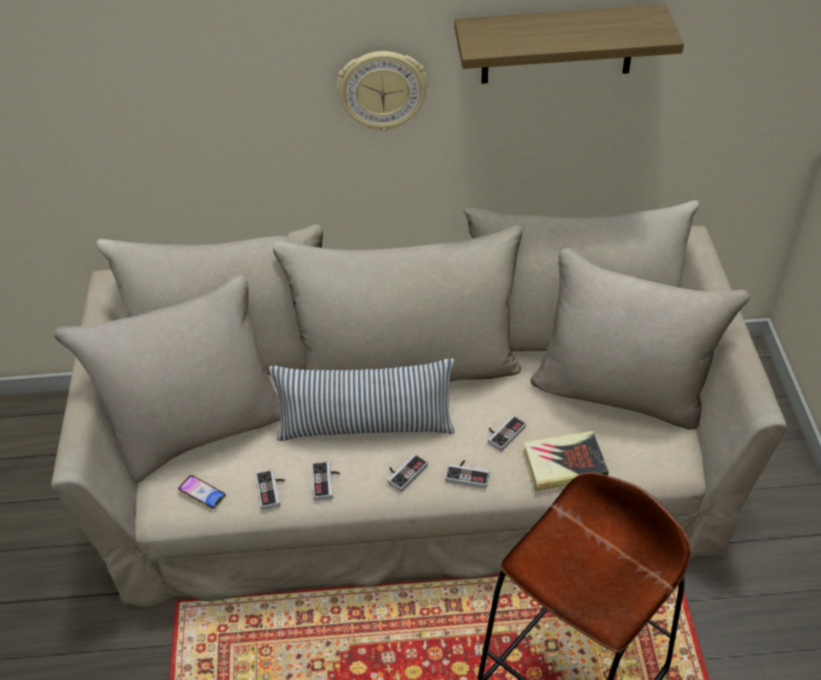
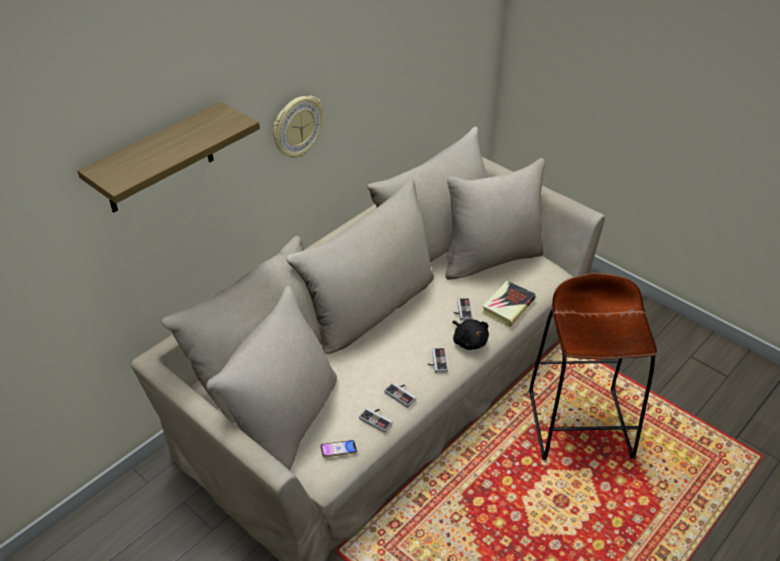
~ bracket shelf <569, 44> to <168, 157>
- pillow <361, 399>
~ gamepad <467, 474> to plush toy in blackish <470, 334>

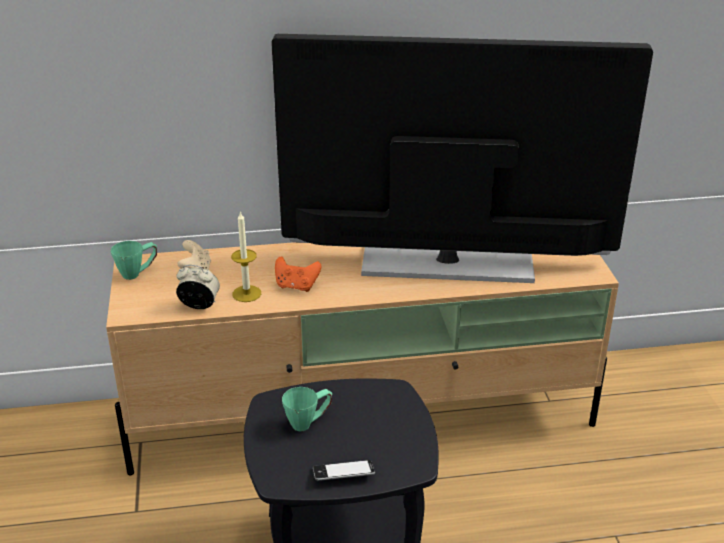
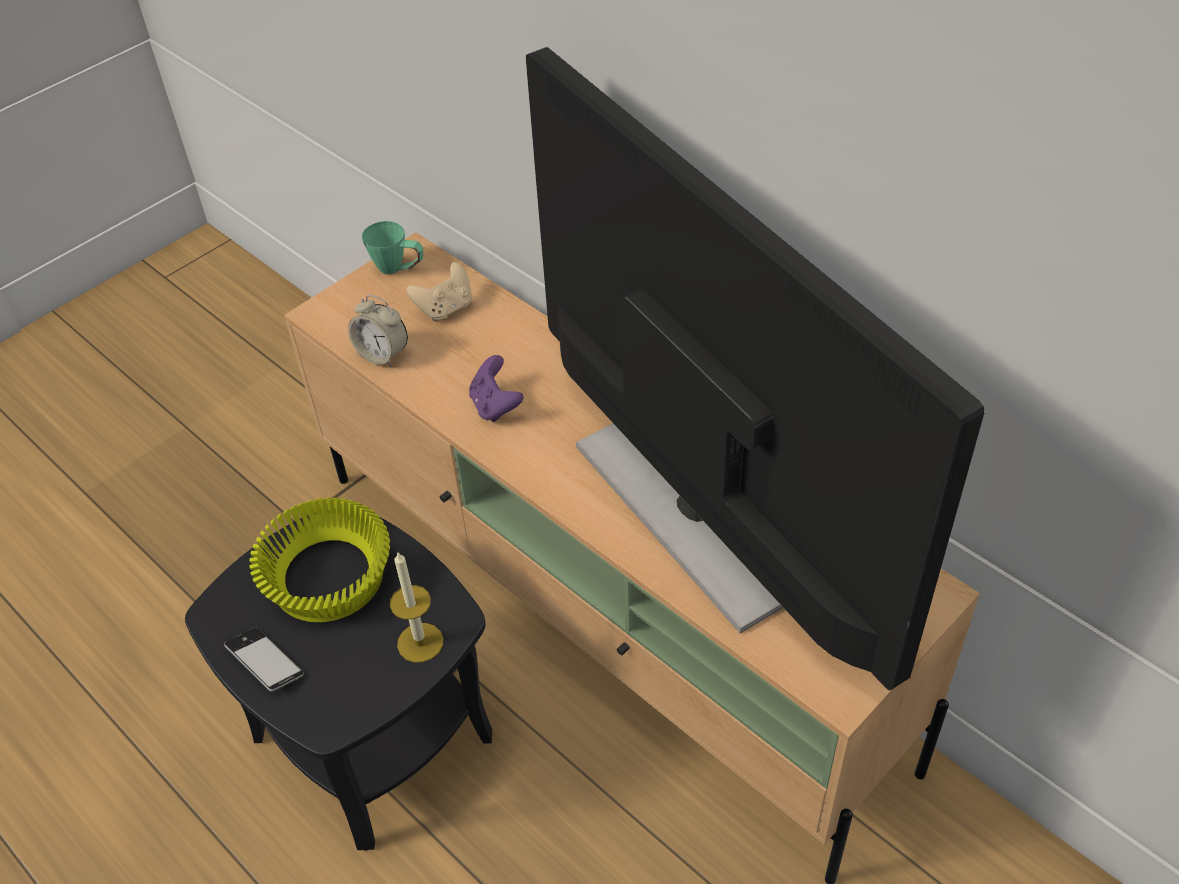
~ candle <246, 256> to <416, 607>
~ gamepad in orange-coloured <298, 274> to gamepad in purplish <496, 388>
~ table clock <198, 287> = <378, 331> 150 degrees clockwise
~ tea mug in green-coloured <307, 409> to deep dish in yellow <319, 560>

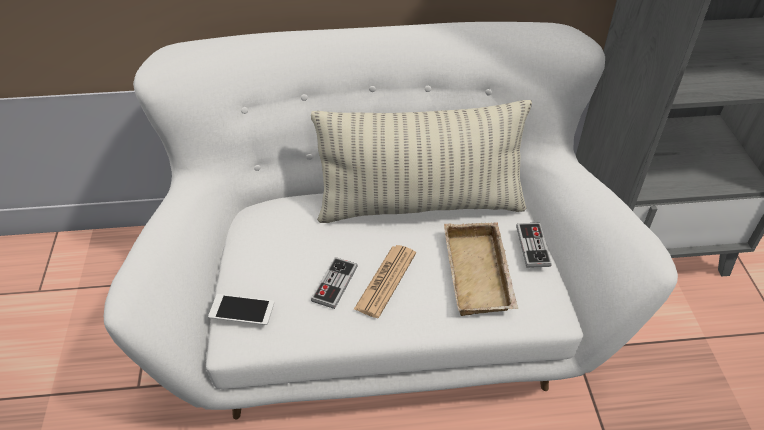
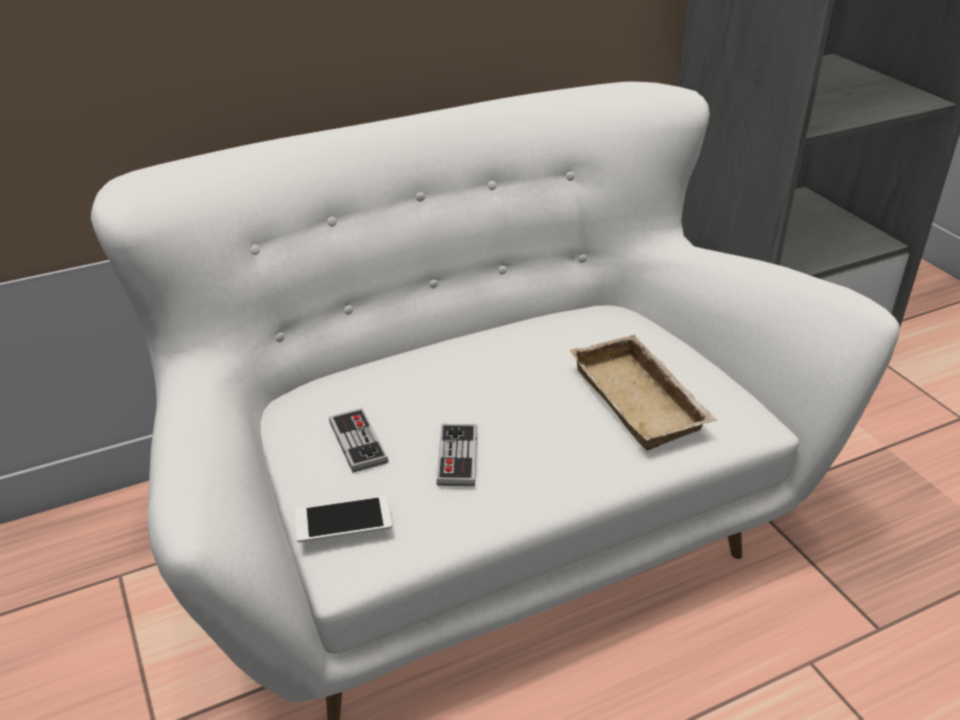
- pillow <421, 161>
~ gamepad <534, 245> to <358, 440>
- newspaper <385, 281>

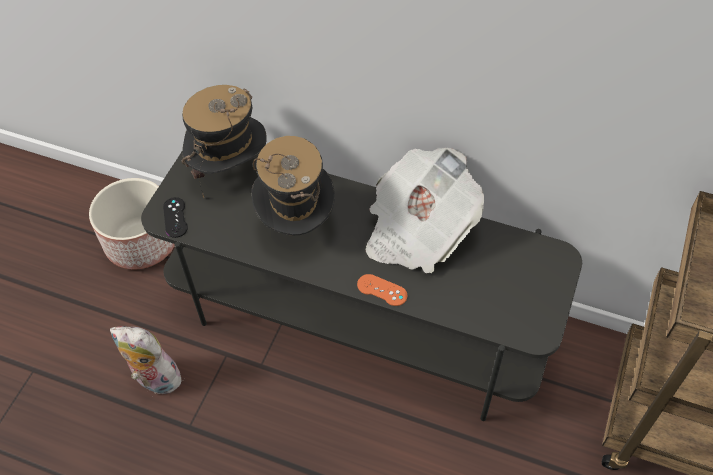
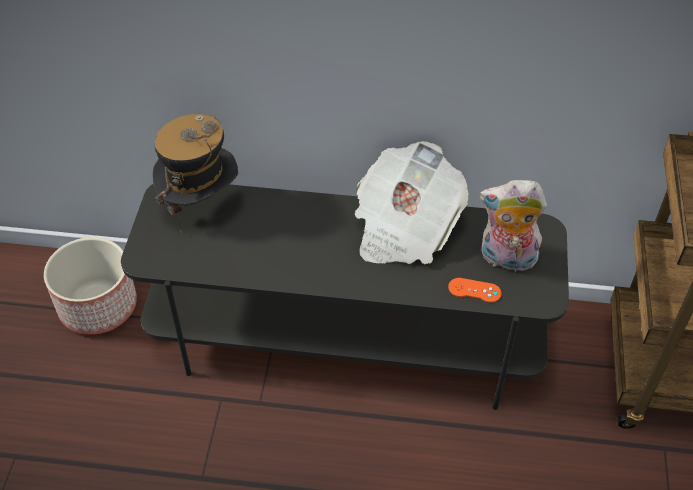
- wearable hat <293, 185>
- gamepad in blackish <175, 217>
~ gamepad in orange-coloured <382, 290> to <475, 290>
~ plush toy <147, 360> to <513, 227>

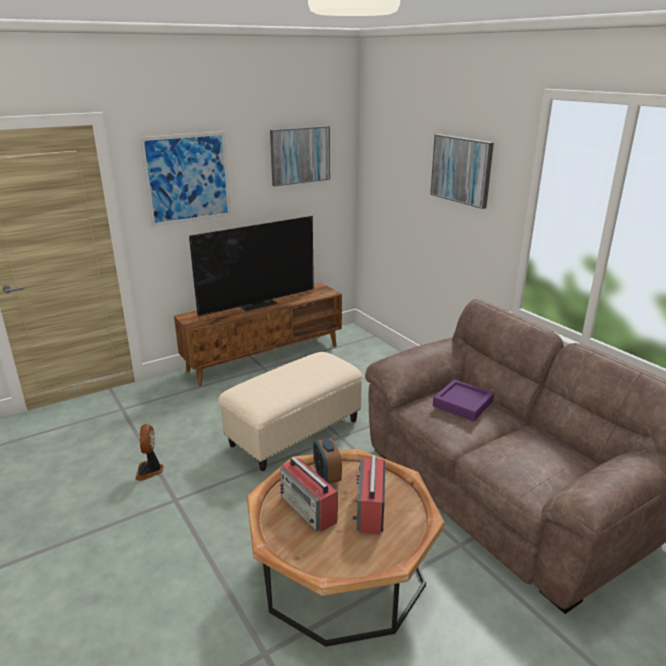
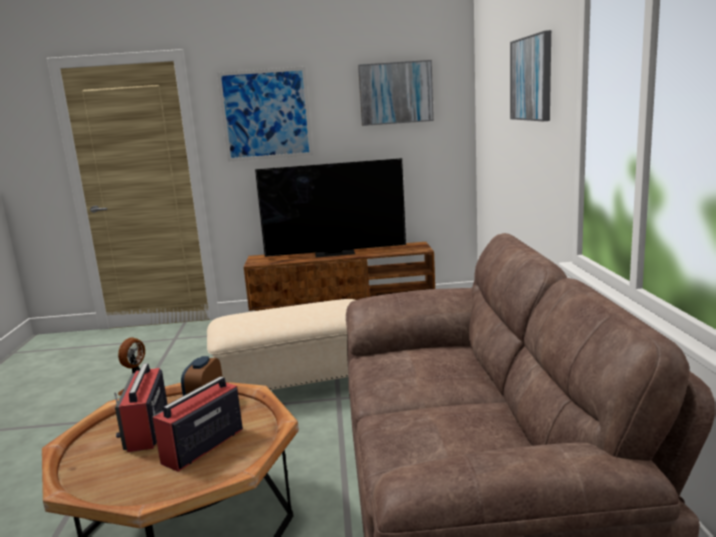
- tray in purplish <463, 400>

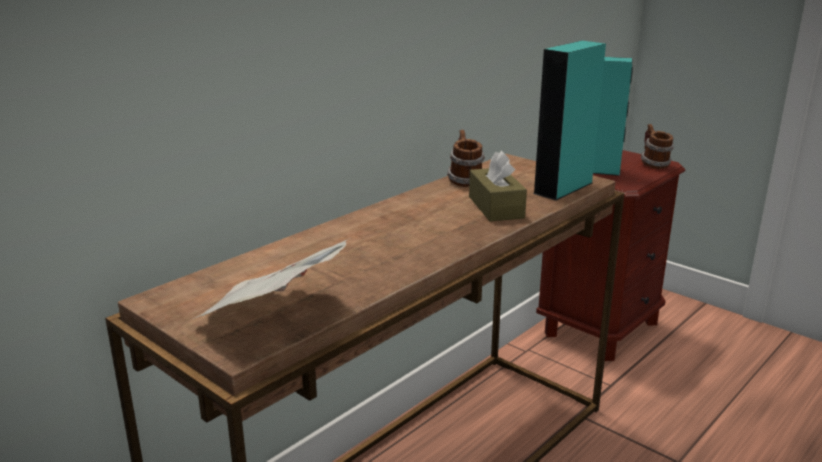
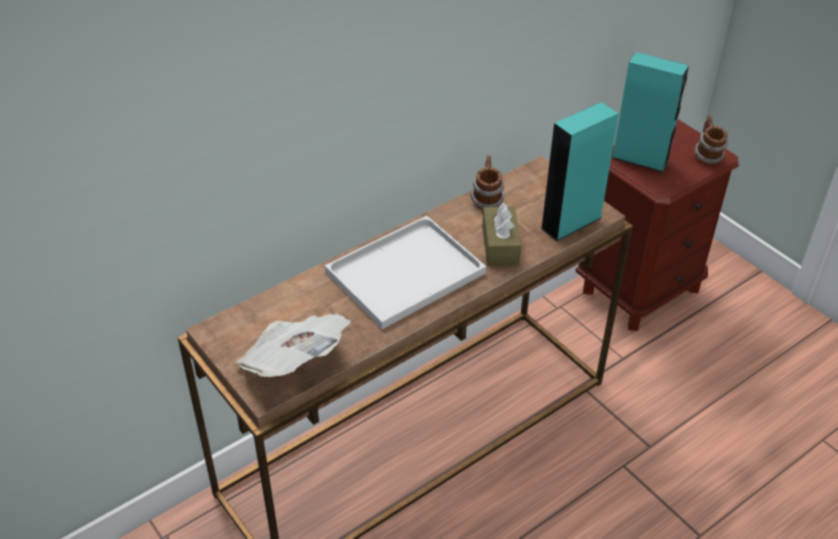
+ tray in whitish <405, 272>

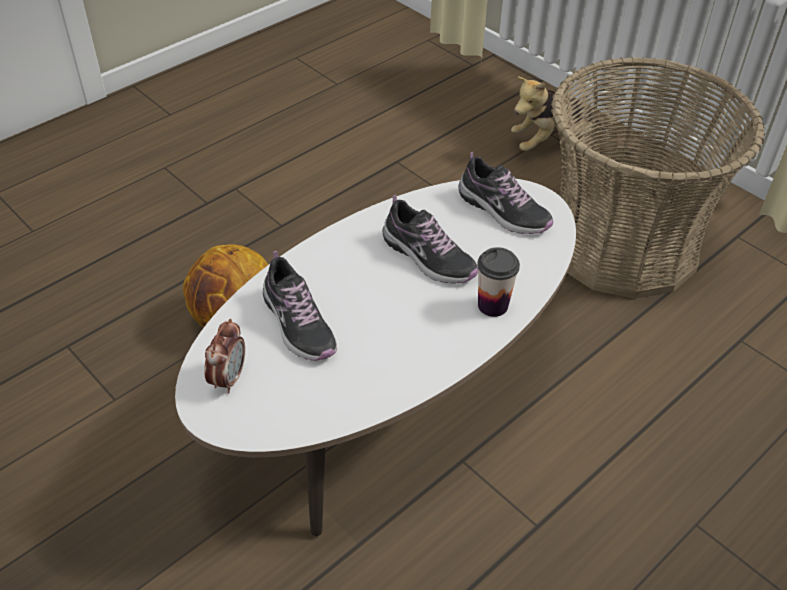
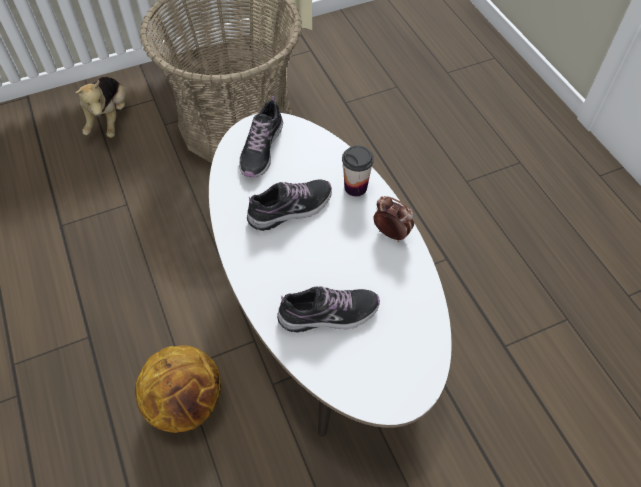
~ item of footwear <505, 193> = <261, 136> 135 degrees clockwise
~ table clock <224, 356> to <393, 219>

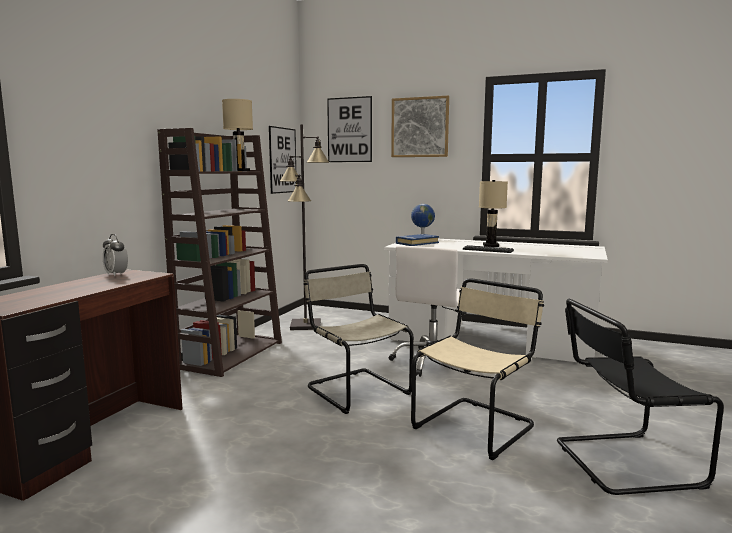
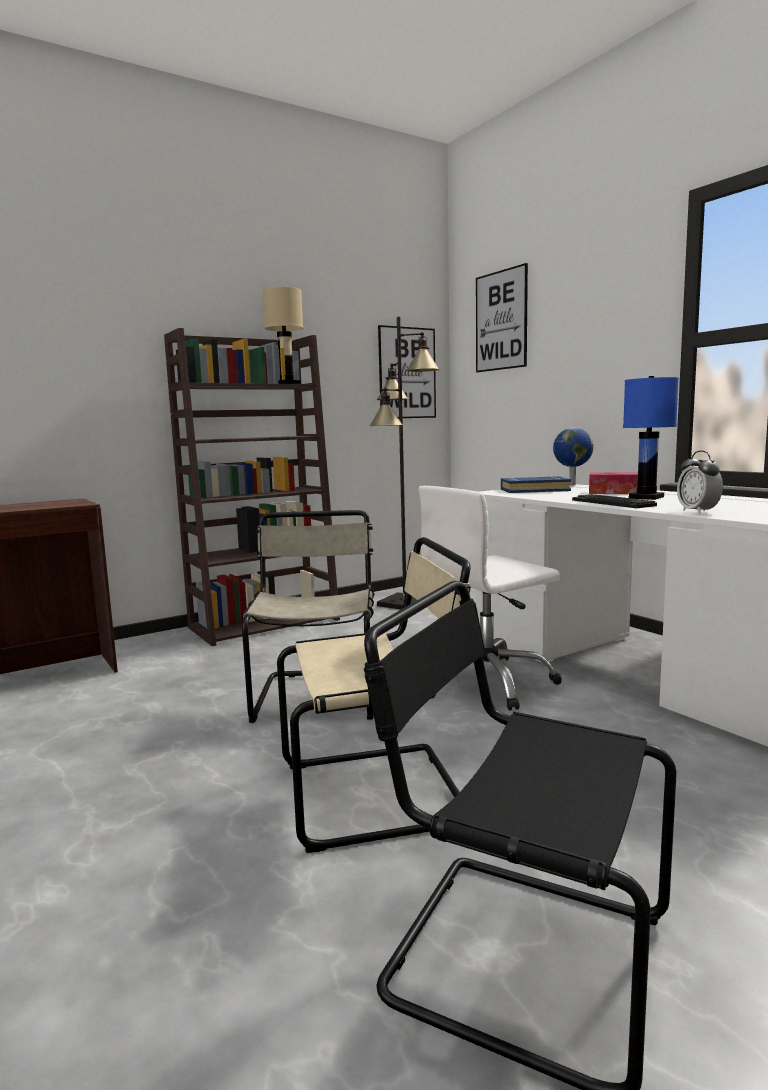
- wall art <420, 126>
~ tabletop lamp in sand-coloured <493, 213> to tabletop lamp in bluish <651, 438>
~ table clock <115, 255> to <700, 482>
+ box of tissues <613, 483>

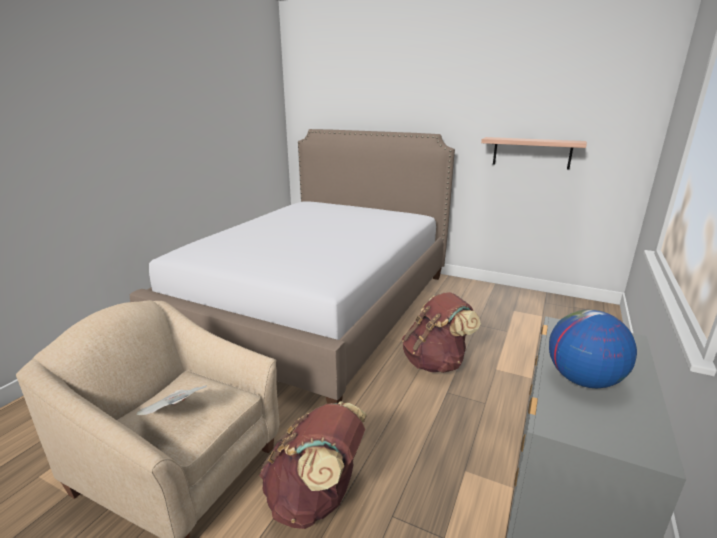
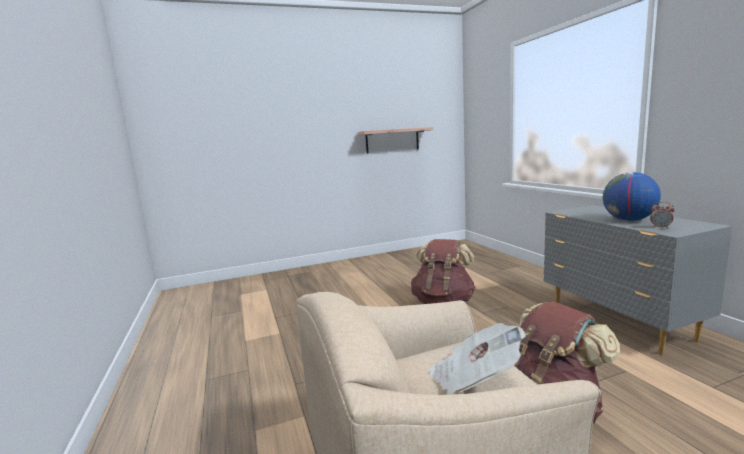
- bedroom bed <292, 266>
+ table clock <662, 215>

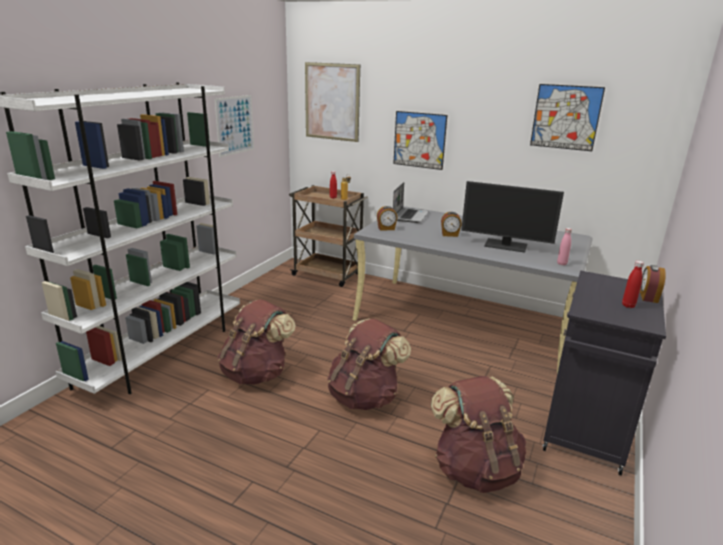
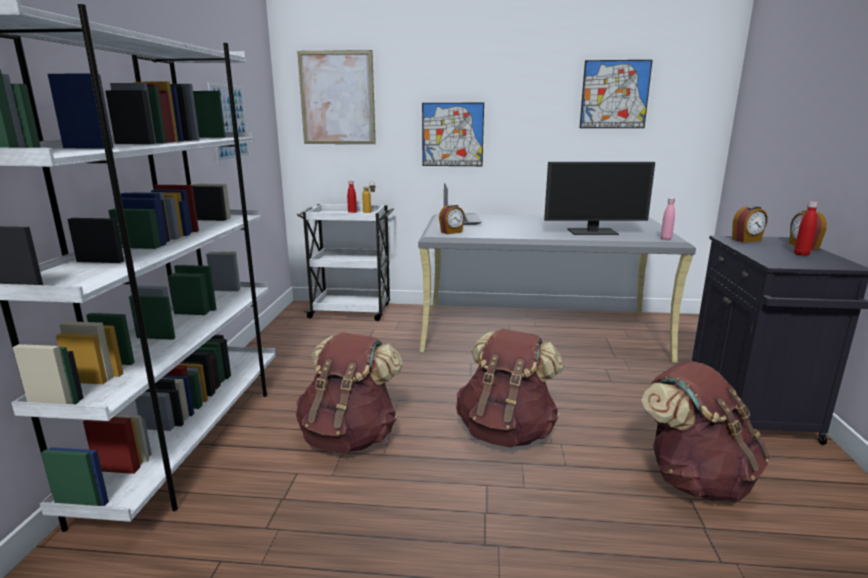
~ trolley in brown <328, 236> to trolley in whitish <345, 262>
~ table clock <451, 224> to <750, 224>

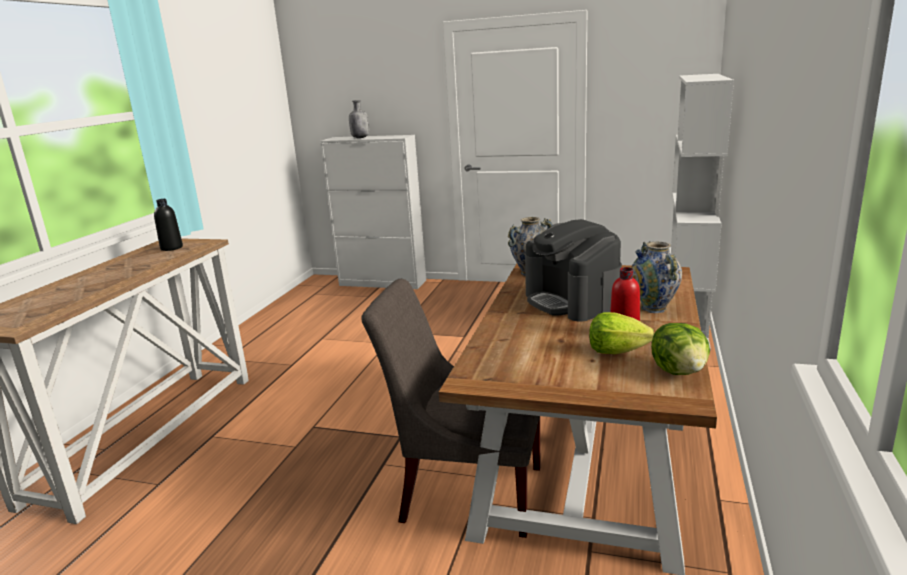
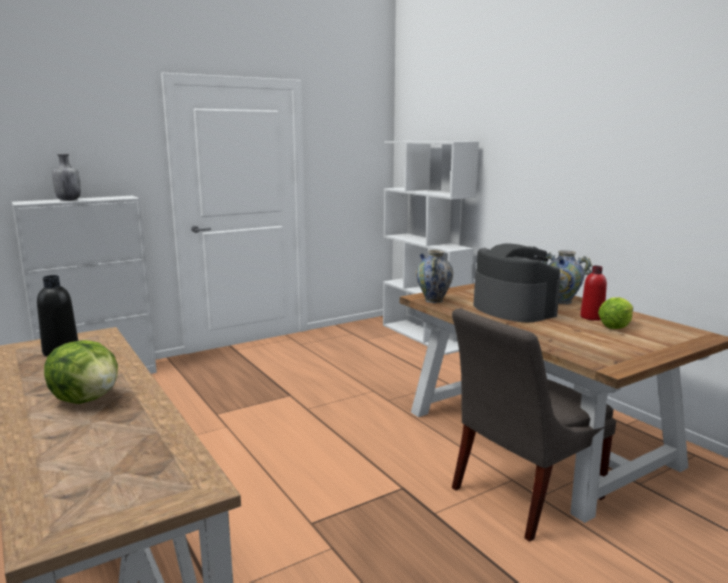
~ coffee brewer <573, 270> = <516, 282> 135 degrees counterclockwise
~ lettuce <680, 349> to <81, 372>

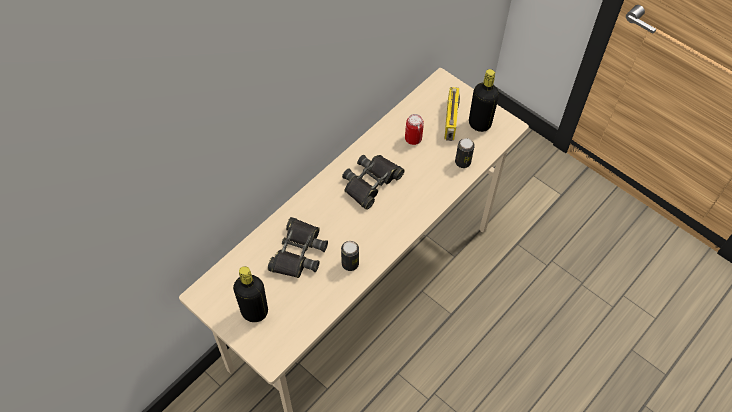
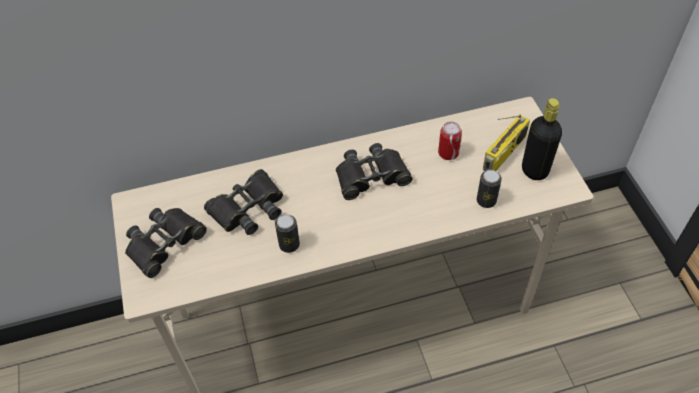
~ drink bottle in blackish <250, 294> to field glasses in blackish <166, 243>

